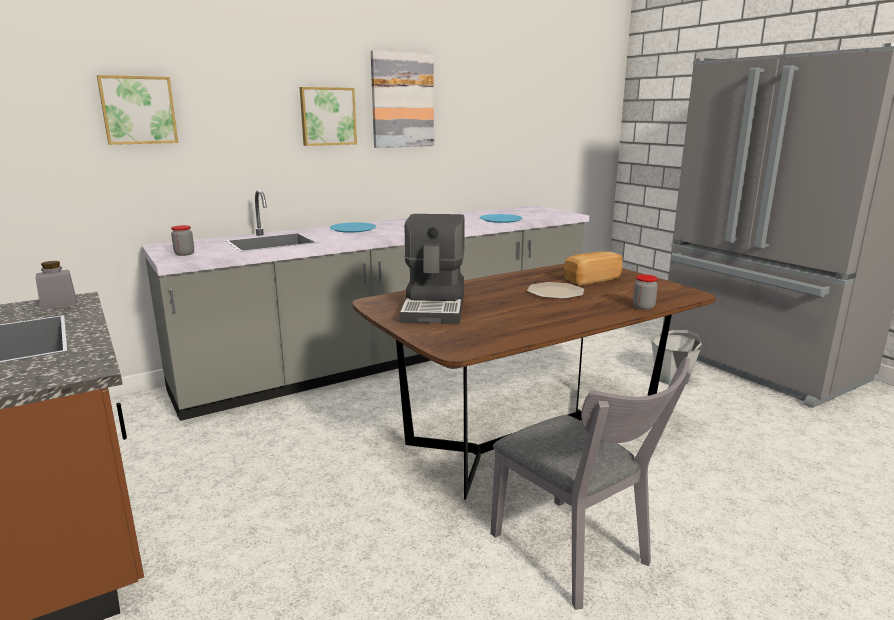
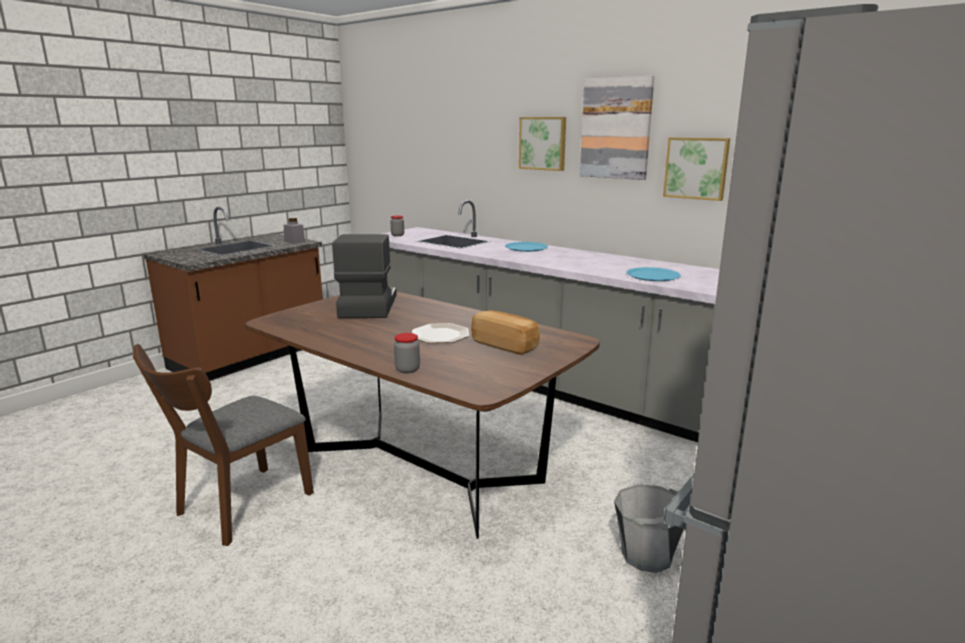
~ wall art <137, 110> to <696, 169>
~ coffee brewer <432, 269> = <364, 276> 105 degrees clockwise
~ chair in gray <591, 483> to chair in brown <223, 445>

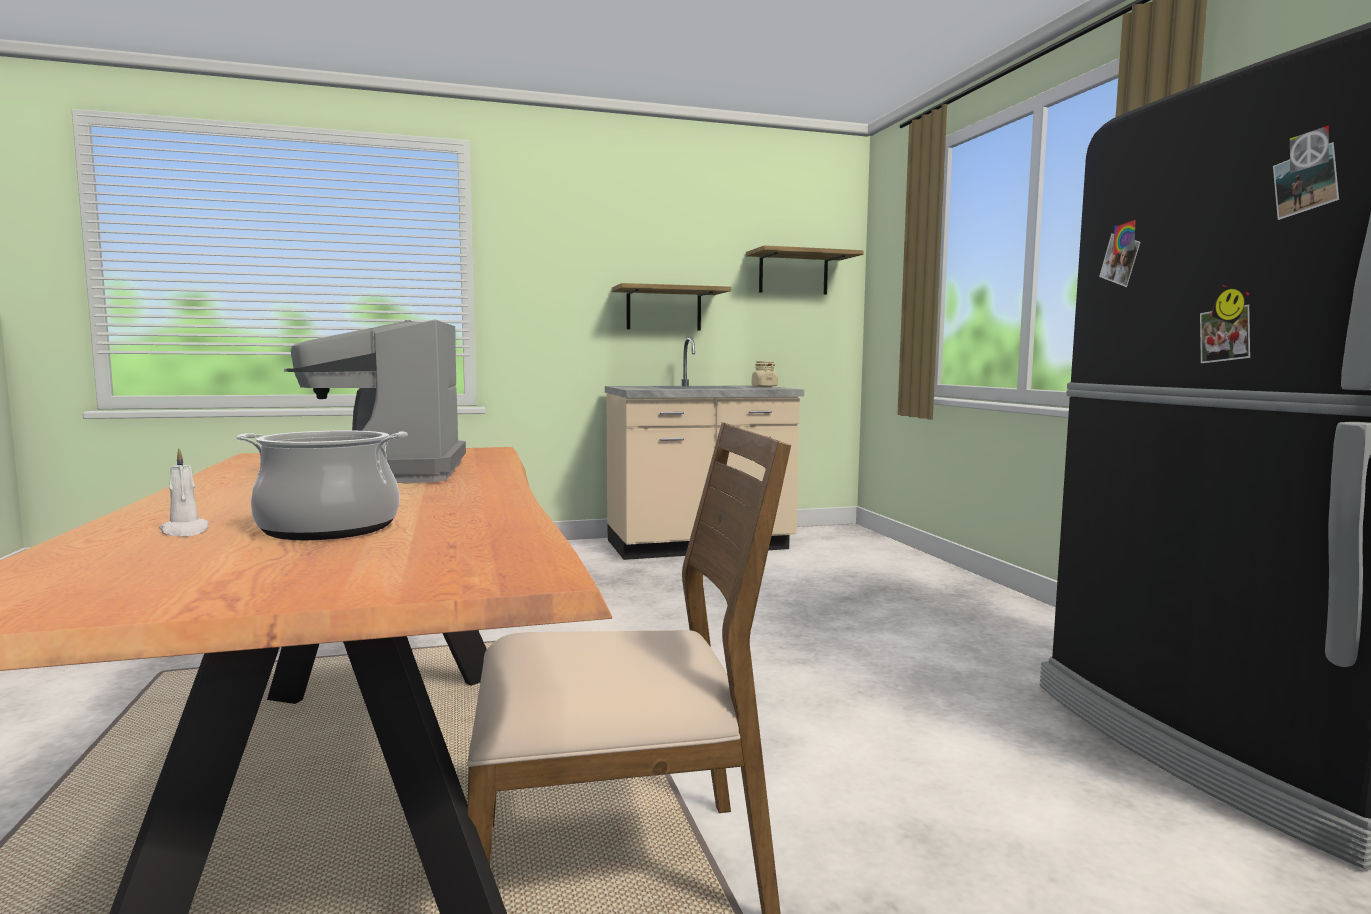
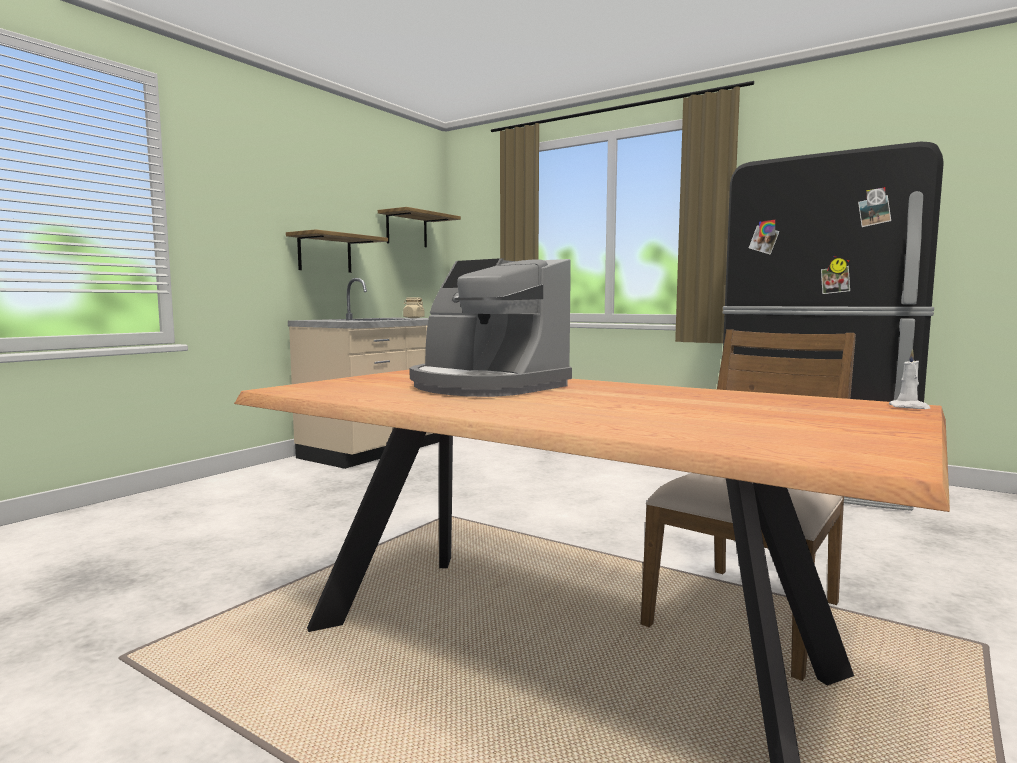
- stockpot <322, 485>
~ candle in whitish <184, 492> to <909, 379>

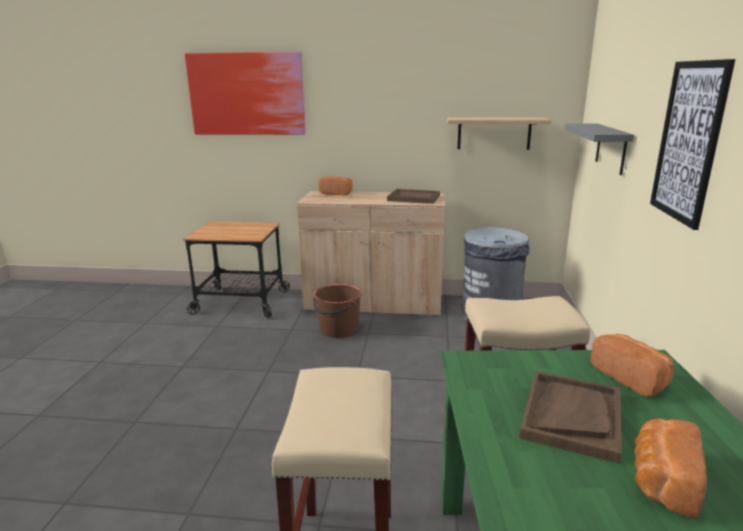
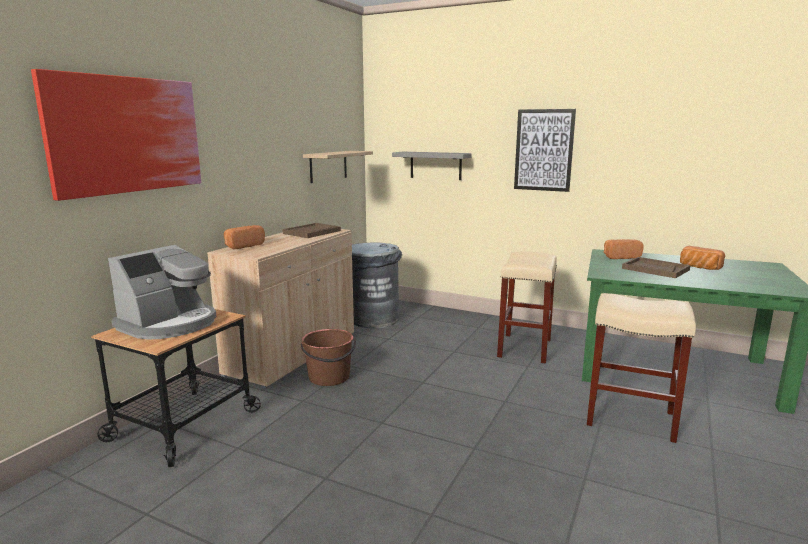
+ coffee brewer <162, 292>

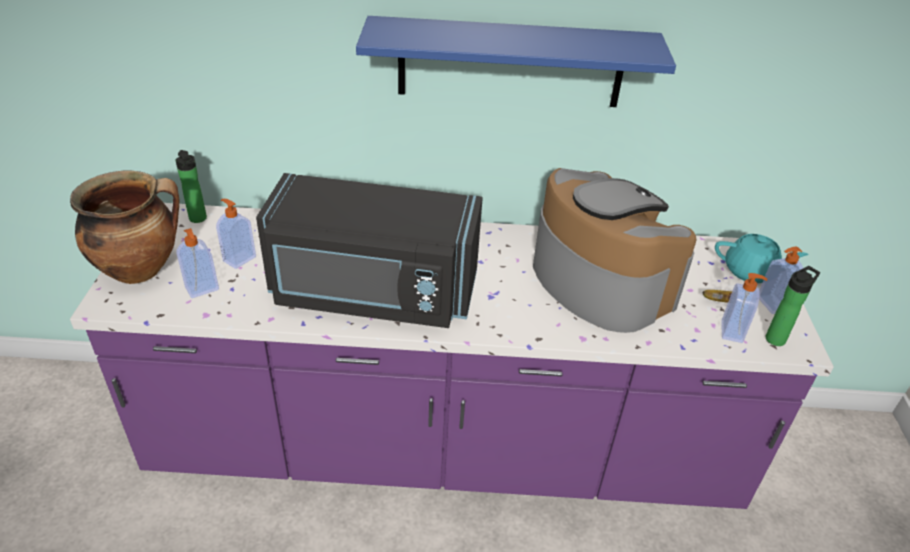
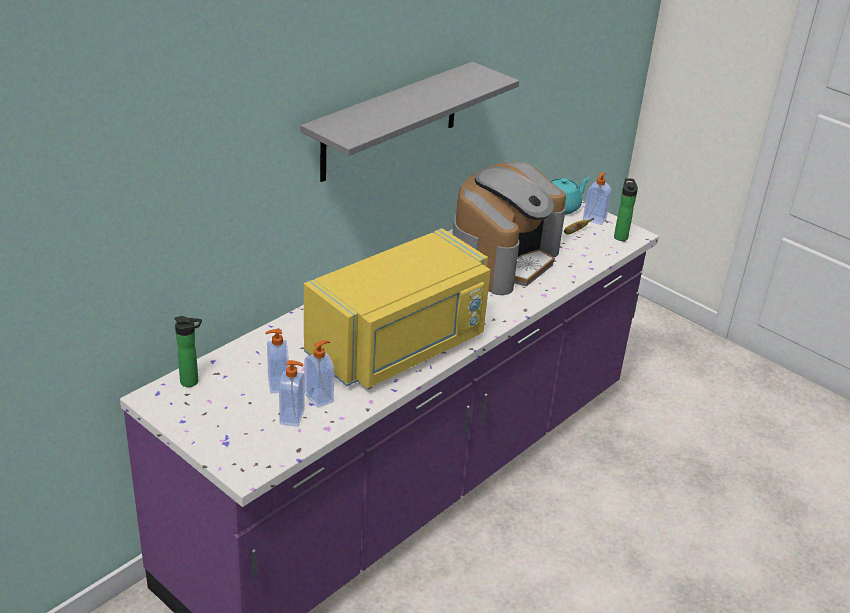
~ bracket shelf in bluish <516, 61> to bracket shelf in gray <410, 122>
~ coffee brewer <615, 250> = <509, 228> 120 degrees clockwise
- stockpot <124, 227>
~ kitchen microwave in blackish <369, 250> to kitchen microwave in yellow <397, 308>
~ soap dispenser <744, 308> to <319, 374>

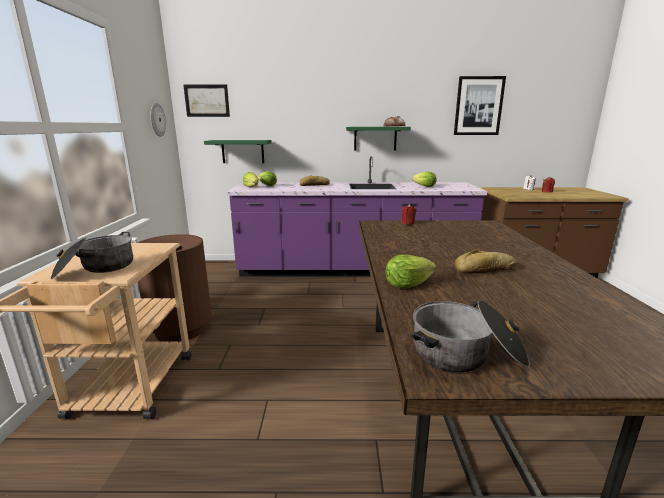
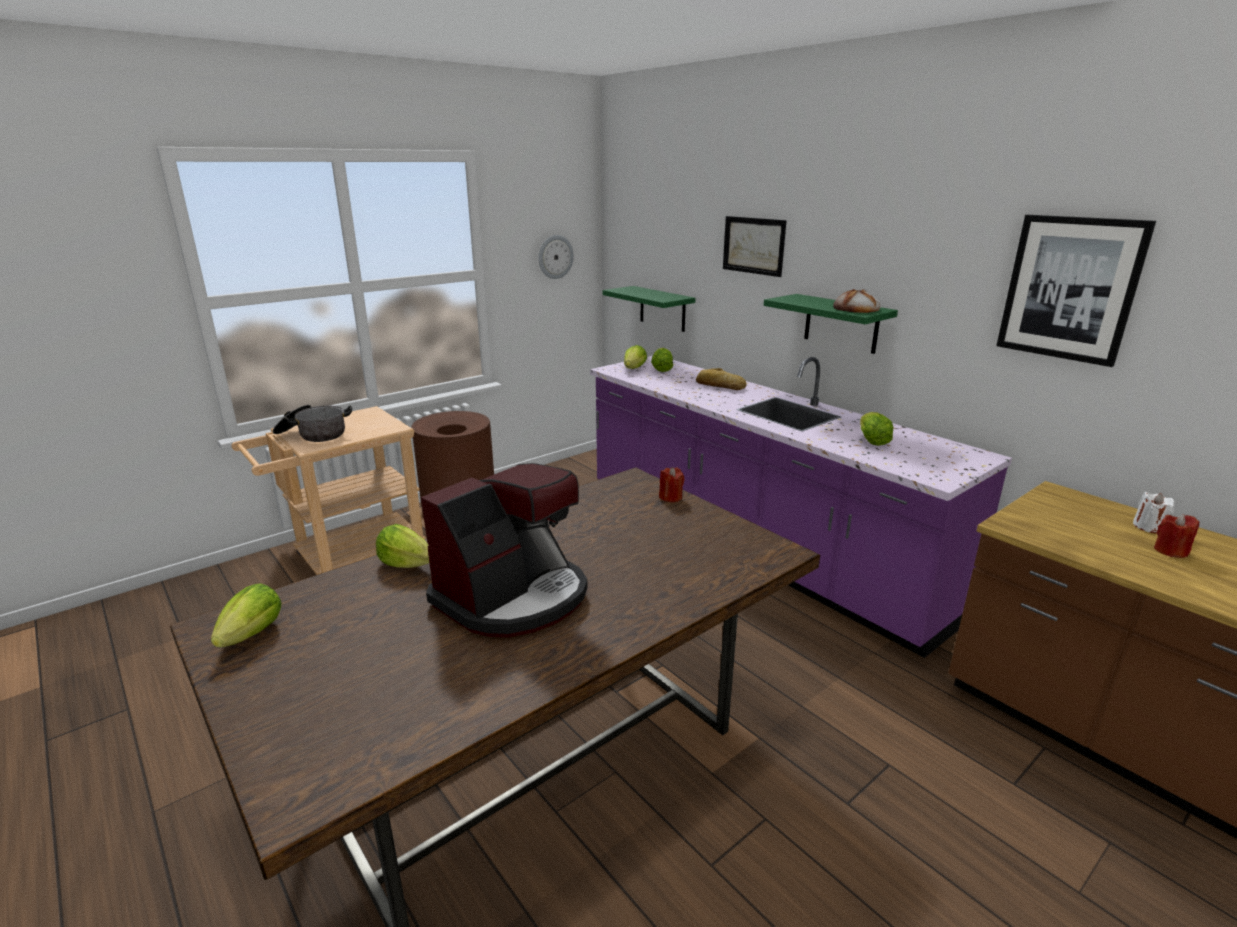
~ wall art <206, 100> to <755, 246>
~ bread <485, 261> to coffee brewer <504, 550>
~ stockpot <471, 336> to lettuce <246, 615>

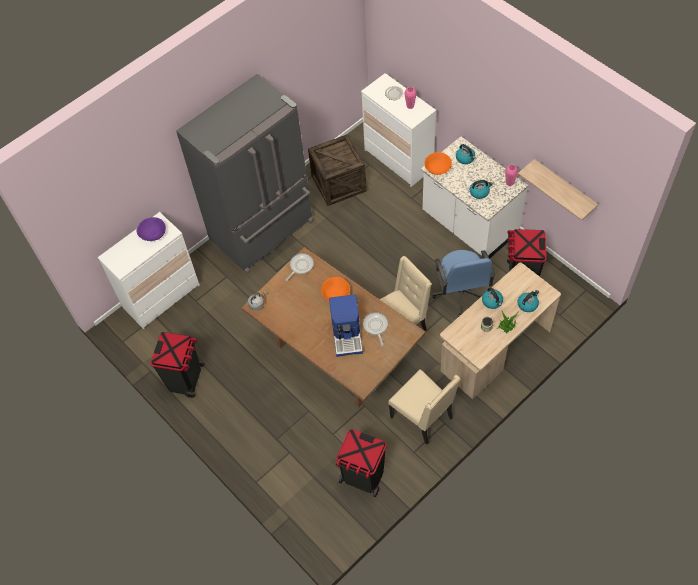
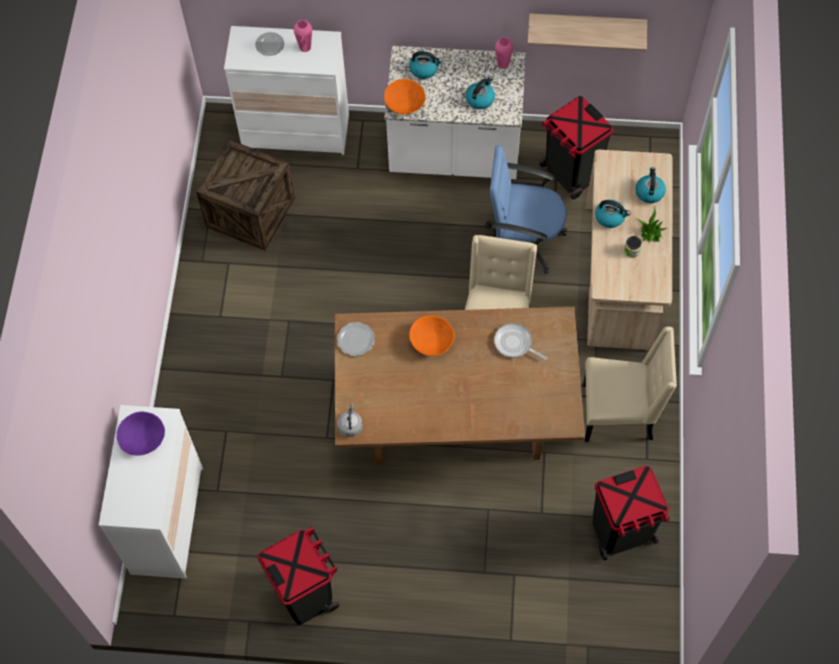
- refrigerator in gray <244, 174>
~ computer chair in bluish <464, 283> = <526, 209> 150 degrees clockwise
~ skillet <299, 267> to plate <356, 339>
- coffee brewer <346, 325>

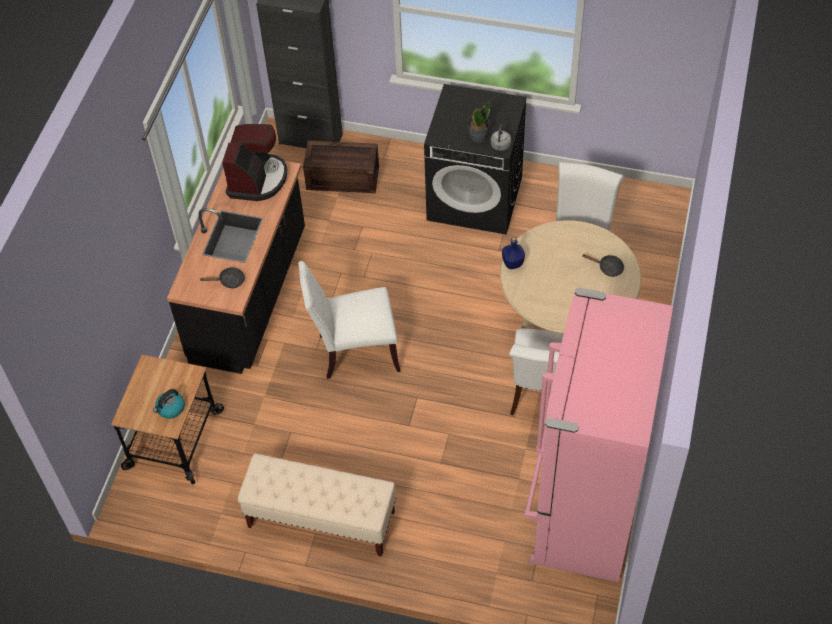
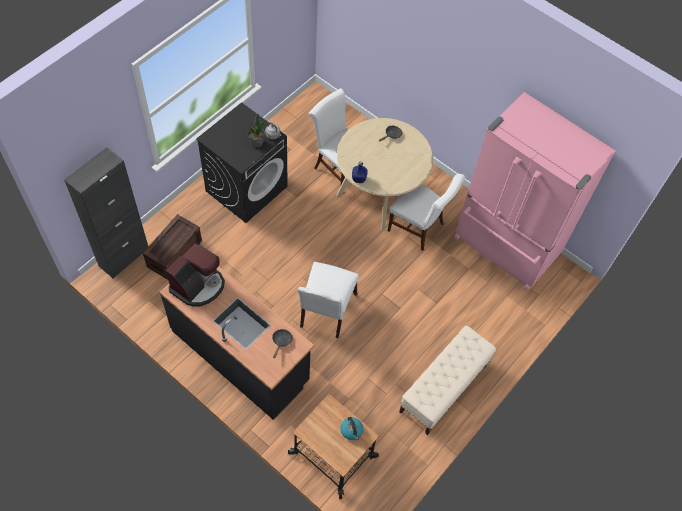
~ coffee brewer <254, 162> = <195, 275> 90 degrees clockwise

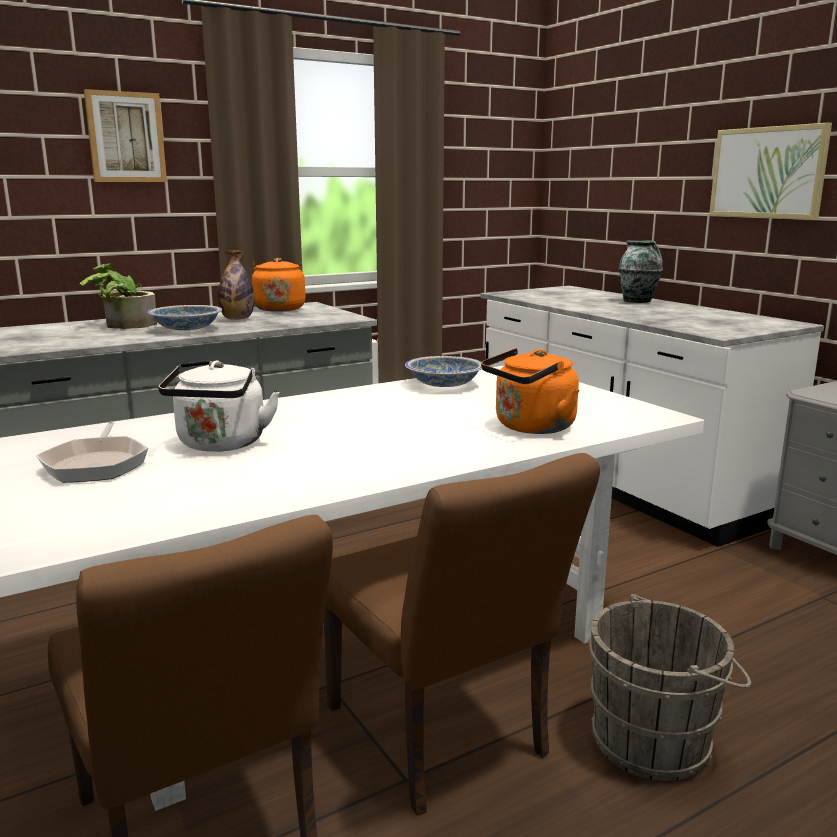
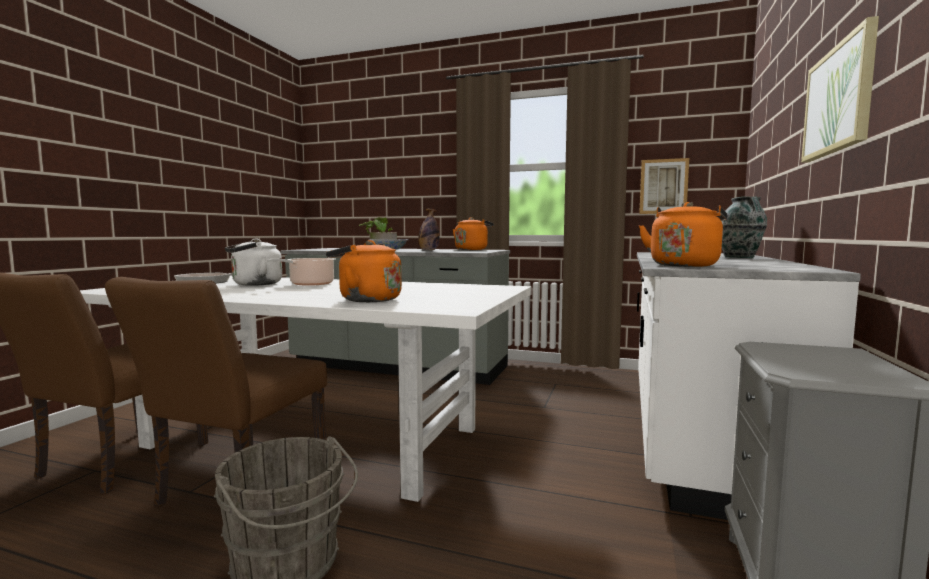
~ wall art <125, 135> to <664, 186>
- deep dish <443, 371>
+ kettle in orange-coloured <683, 234>
+ stockpot <301, 272>

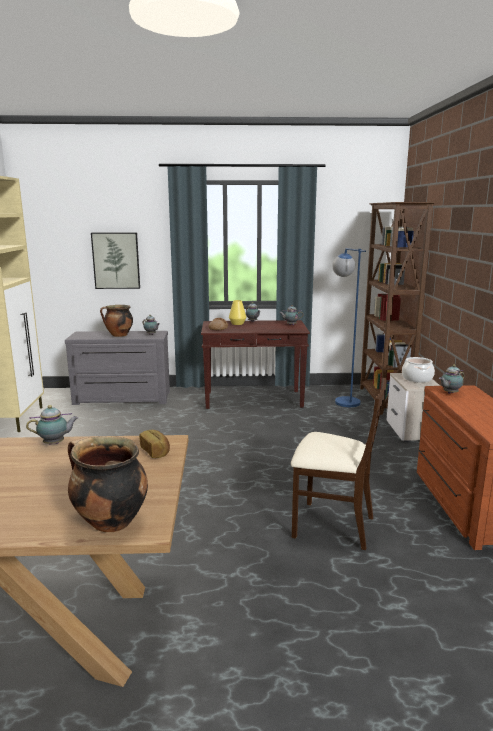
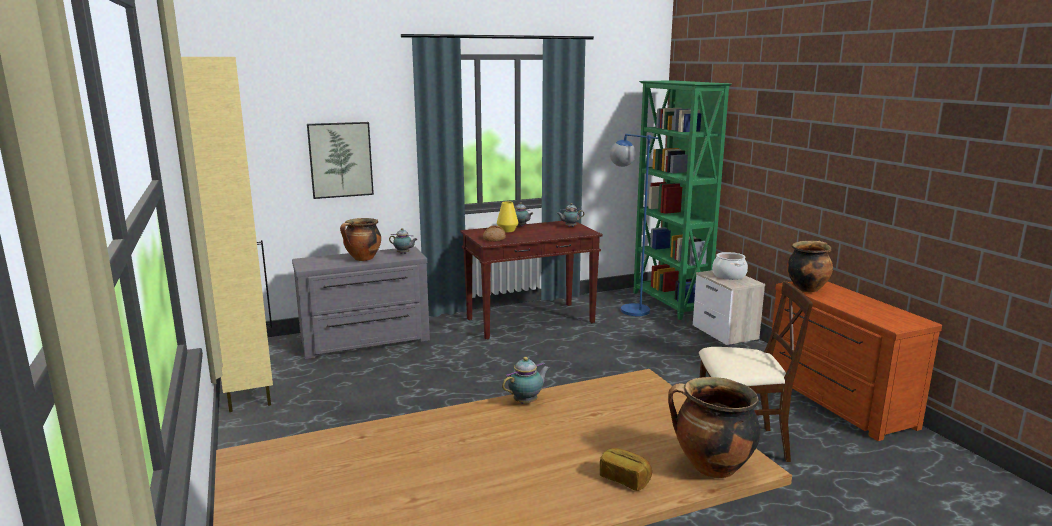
~ bookcase in brown <397, 308> to bookcase in green-coloured <682, 200>
~ pot for tea <451, 379> to stockpot <810, 267>
~ bread <154, 444> to <626, 469>

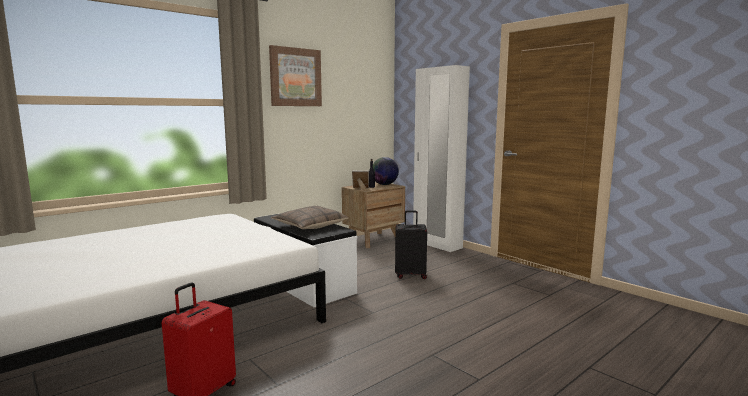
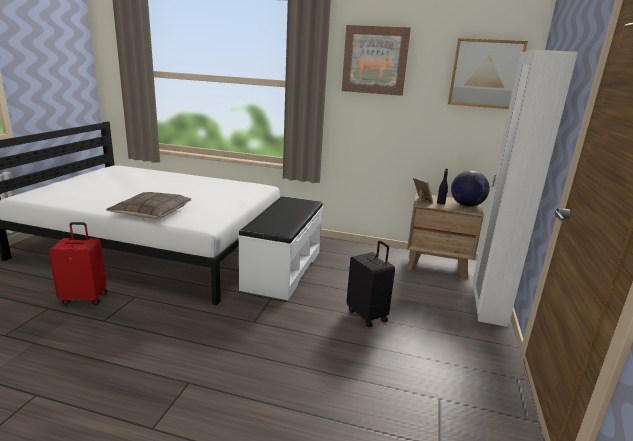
~ pillow <310, 217> to <149, 205>
+ wall art <488, 73>

